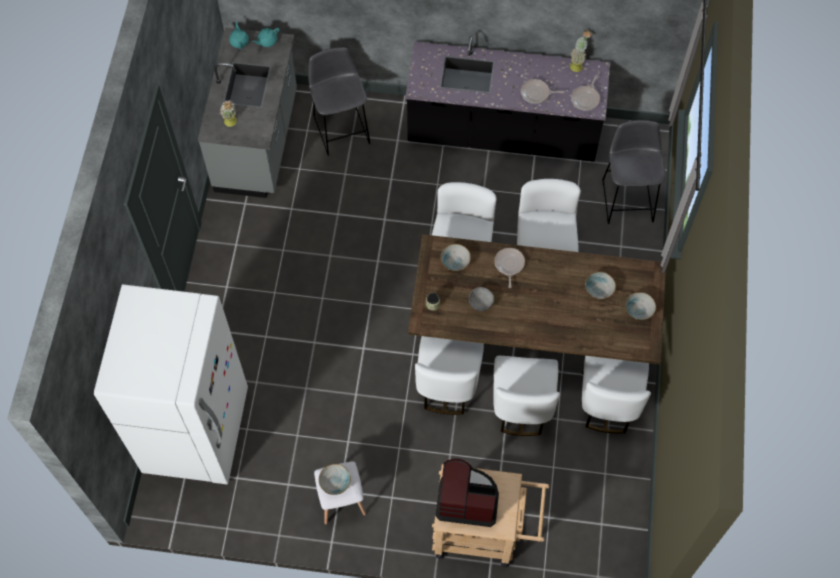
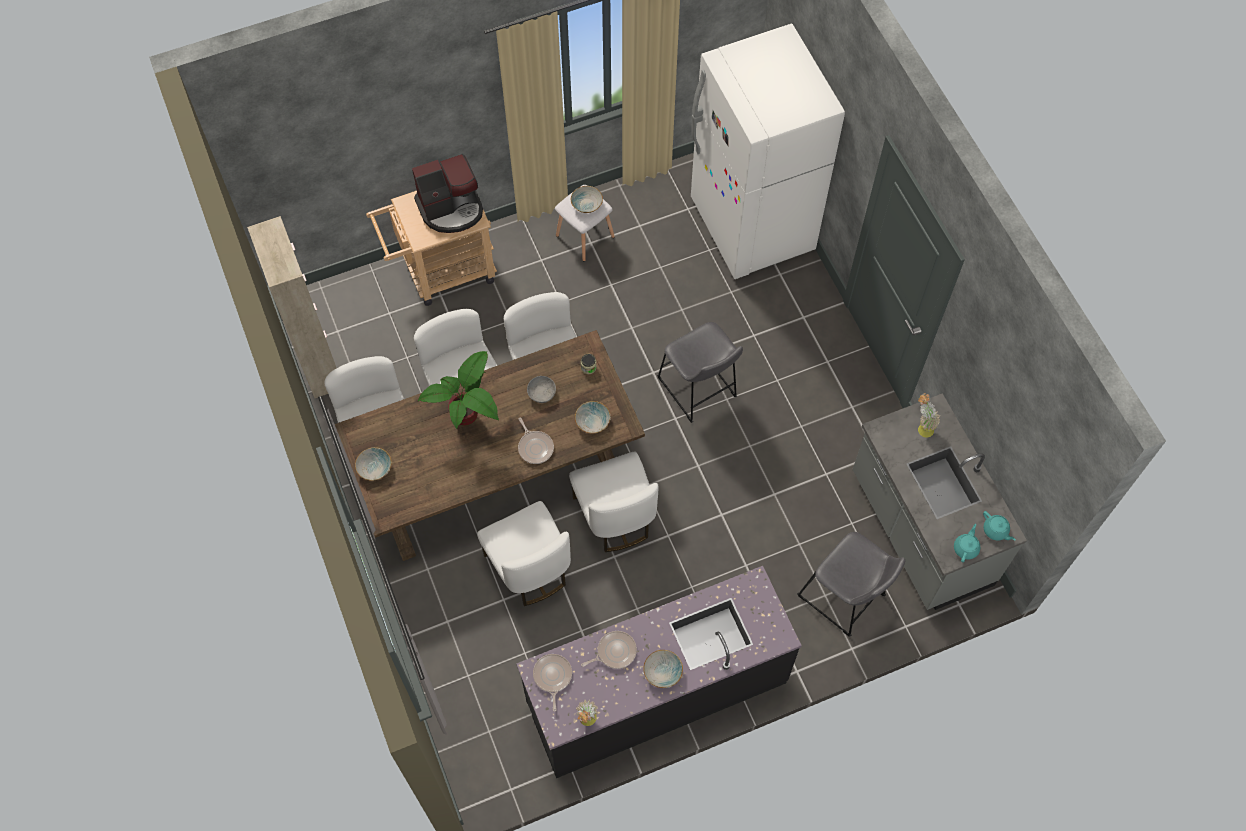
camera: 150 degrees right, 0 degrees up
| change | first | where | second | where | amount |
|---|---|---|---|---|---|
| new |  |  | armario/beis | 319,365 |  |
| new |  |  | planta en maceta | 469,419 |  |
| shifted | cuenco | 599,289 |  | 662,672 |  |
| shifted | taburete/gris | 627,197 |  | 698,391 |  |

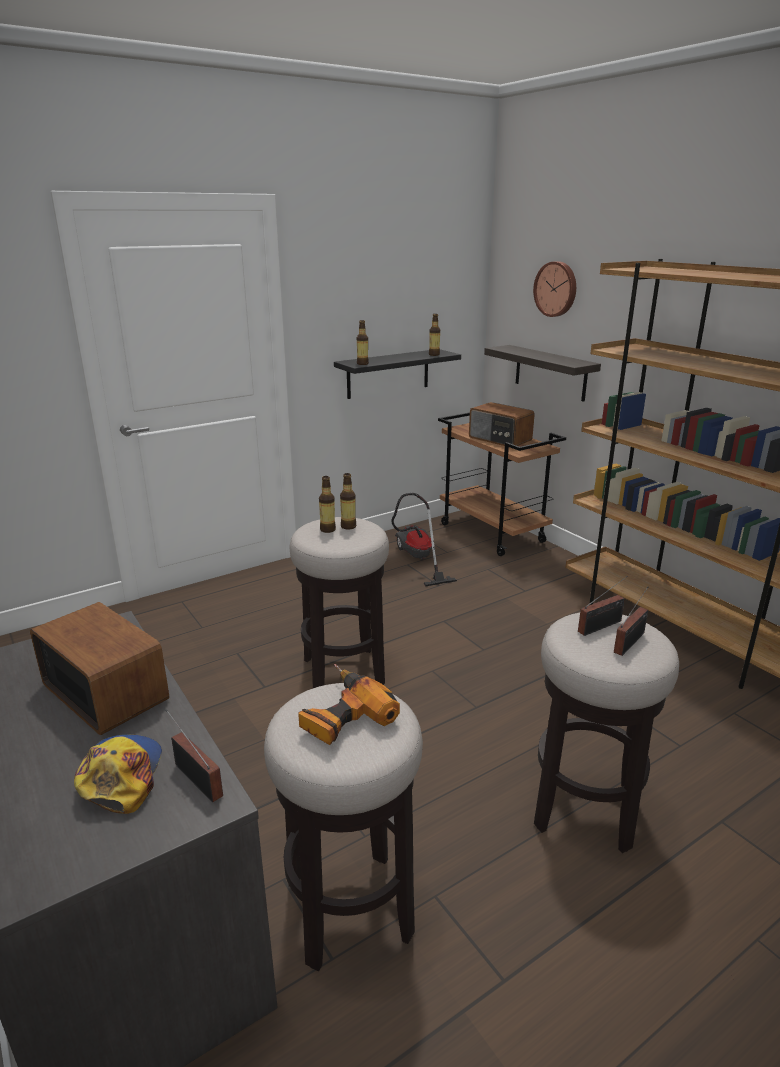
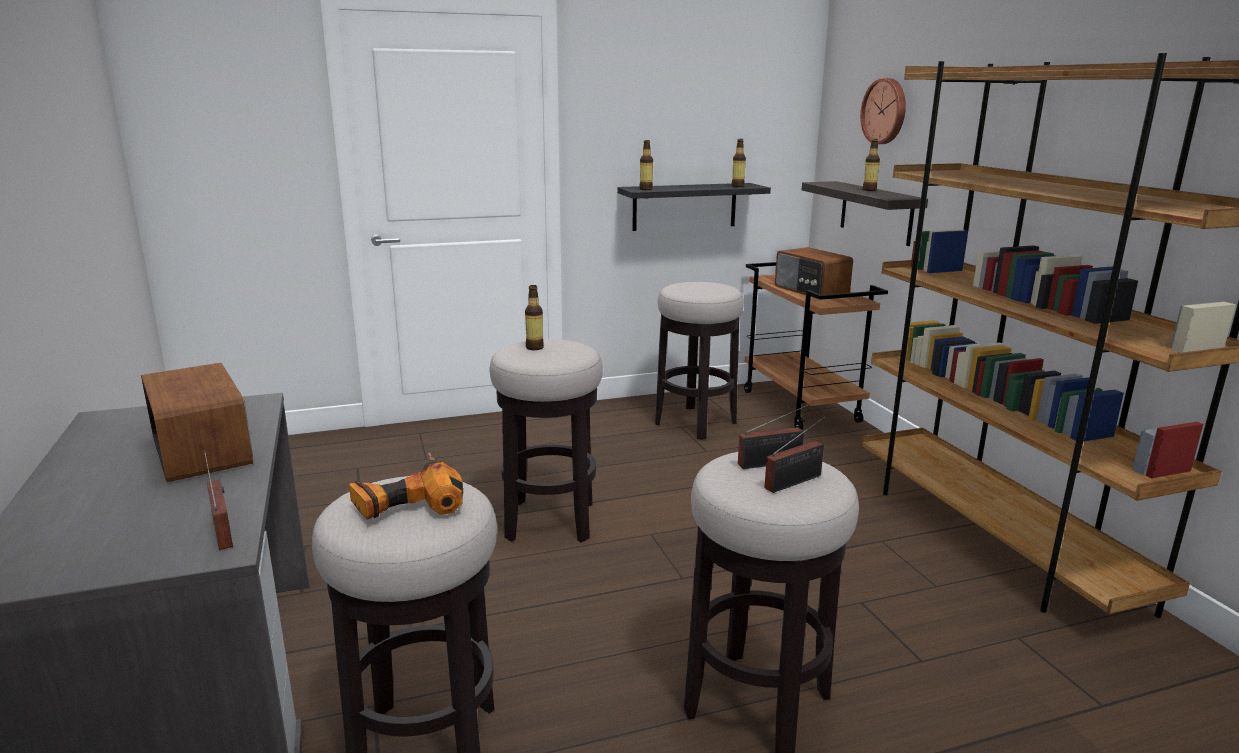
camera: 15 degrees right, 5 degrees down
| change | first | where | second | where | amount |
|---|---|---|---|---|---|
| gone | gorra | 120,776 |  |  |  |
| shifted | botella | 348,526 |  | 869,190 |  |
| swapped | aspiradora | 417,559 | taburete | 695,423 |  |

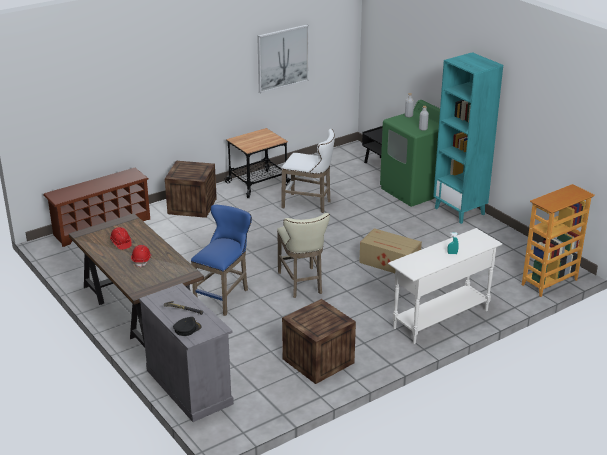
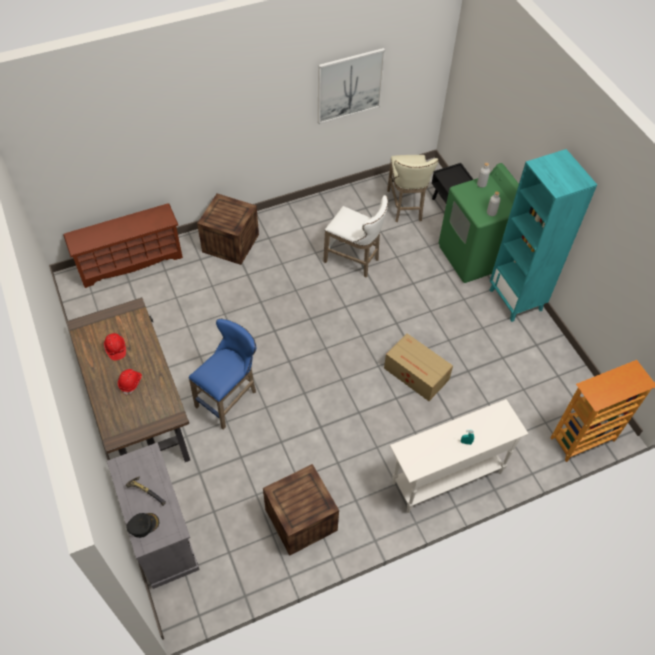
camera: 10 degrees right, 25 degrees up
| change | first | where | second | where | amount |
|---|---|---|---|---|---|
| gone | carrito | 257,183 |  |  |  |
| shifted | taburete/beis | 301,284 |  | 405,207 |  |

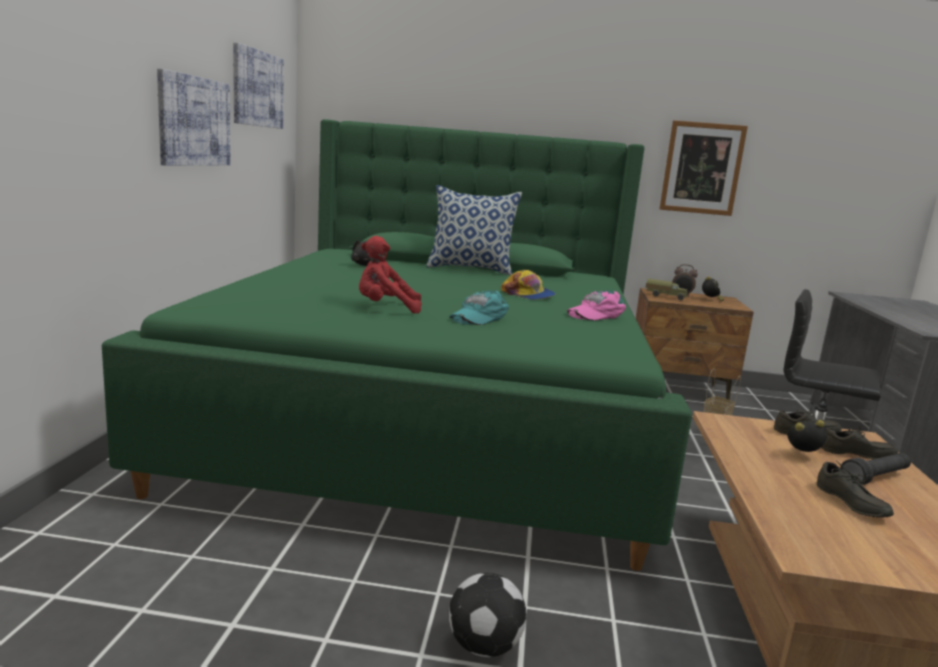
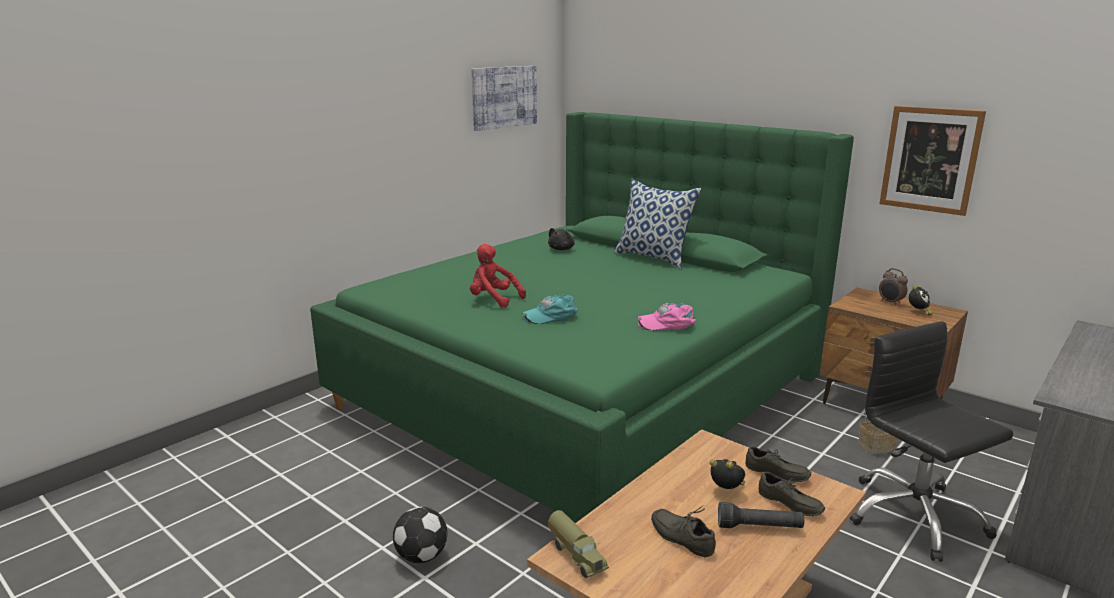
camera: 35 degrees right, 5 degrees up
| change | first | where | second | where | amount |
|---|---|---|---|---|---|
| gone | cuadro | 194,121 |  |  |  |
| gone | gorra | 528,295 |  |  |  |
| shifted | camión de juguete | 665,296 |  | 577,555 |  |
| rotated | zapato/gris | 849,503 |  | 683,537 | 120 degrees clockwise |

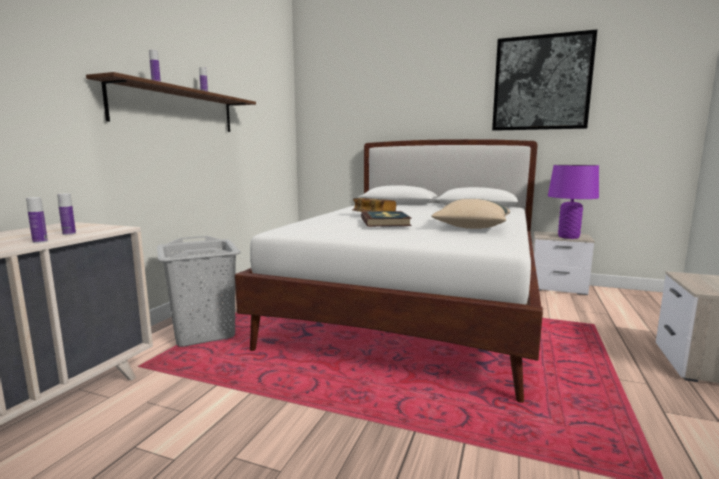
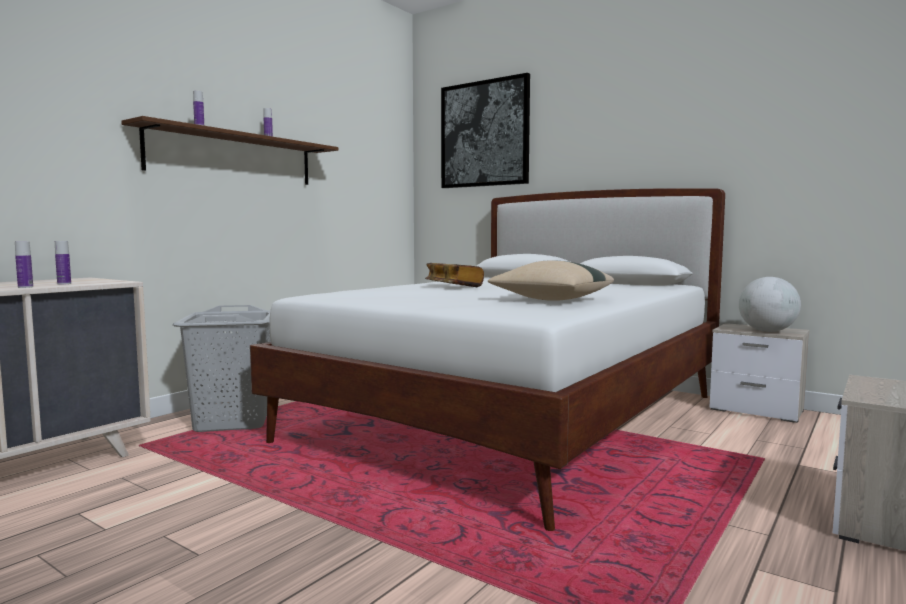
camera: 15 degrees right, 5 degrees down
| change | first | where | second | where | amount |
|---|---|---|---|---|---|
| gone | libro | 385,222 |  |  |  |
| shifted | cuadro | 541,83 |  | 484,134 |  |
| swapped | lámpara de mesa/morado | 568,237 | globo terráqueo | 767,331 |  |

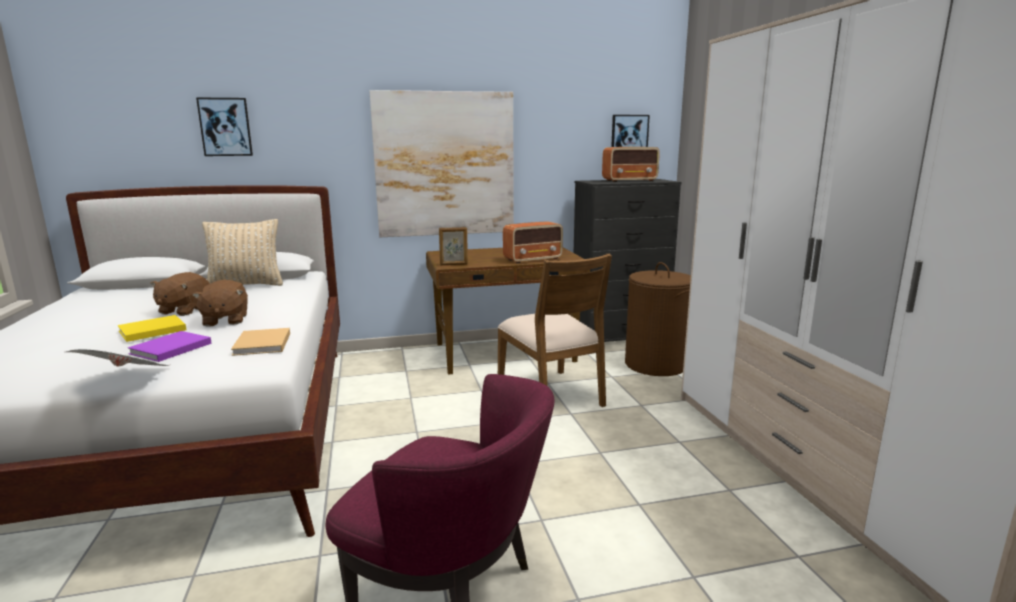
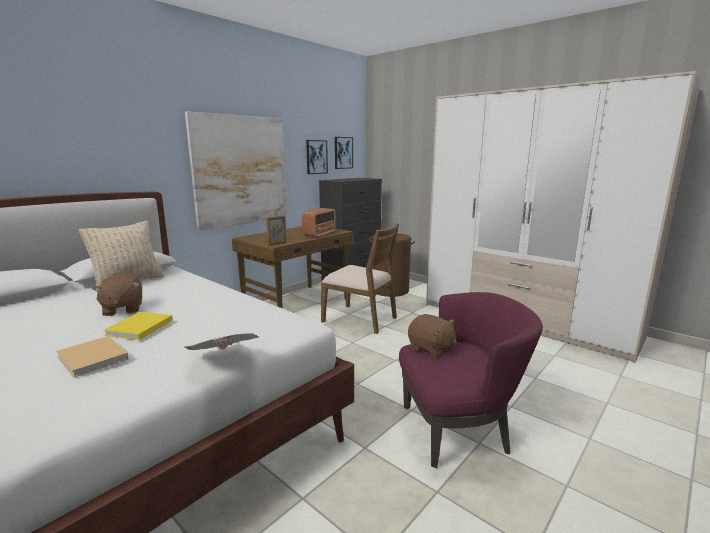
camera: 35 degrees left, 0 degrees up
| change | first | where | second | where | amount |
|---|---|---|---|---|---|
| gone | libro/morado | 169,349 |  |  |  |
| gone | radio | 630,180 |  |  |  |
| shifted | peluche/marrón | 225,320 |  | 431,348 |  |
| shifted | cuadro | 225,127 |  | 316,157 |  |
| shifted | libro/beis | 262,344 |  | 93,358 |  |

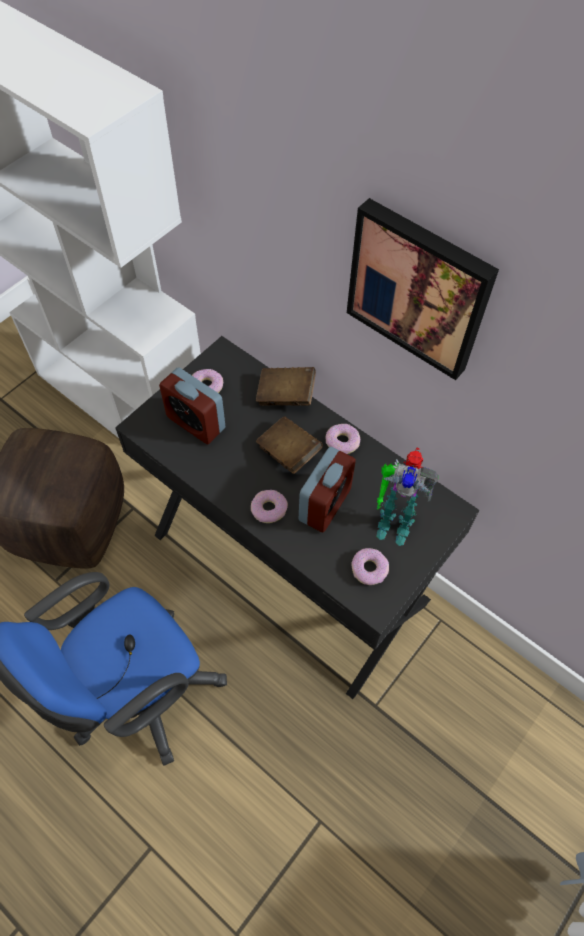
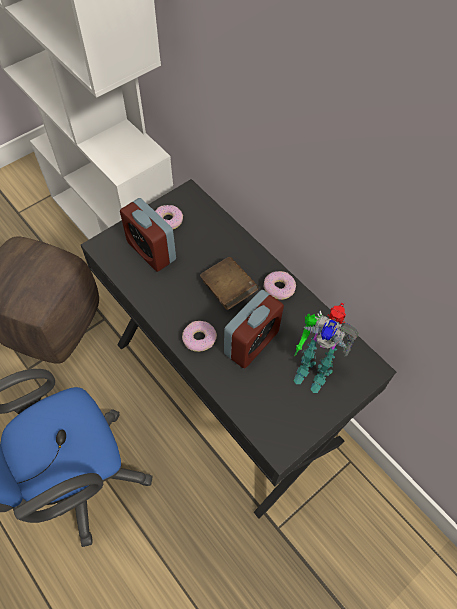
camera: 10 degrees right, 0 degrees up
| change | first | where | second | where | amount |
|---|---|---|---|---|---|
| gone | libro/marrón | 285,395 |  |  |  |
| gone | cuadro | 419,288 |  |  |  |
| gone | rosquilla | 369,569 |  |  |  |

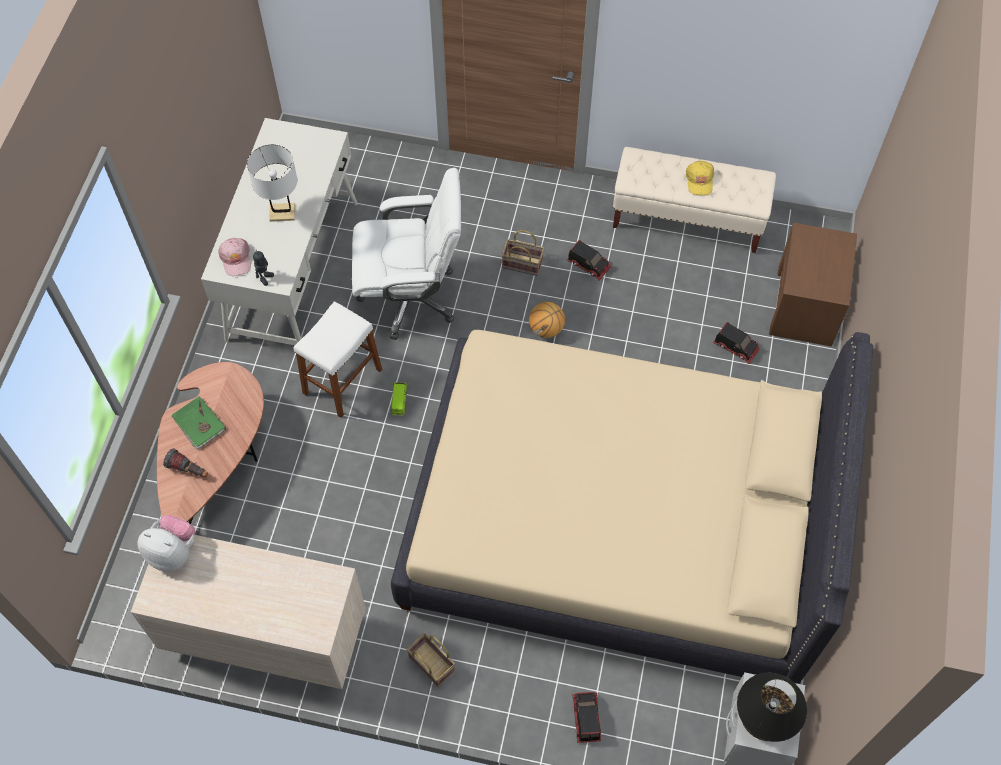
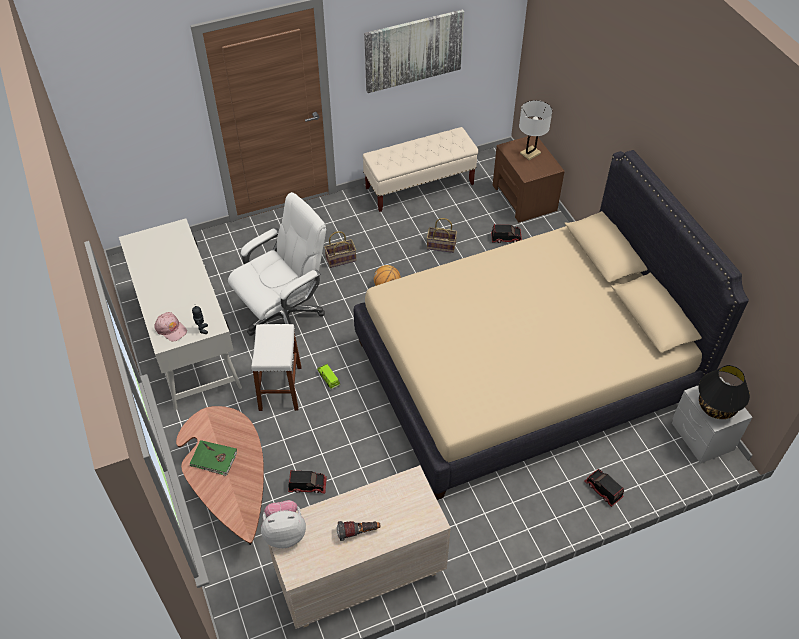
camera: 35 degrees left, 10 degrees down
| change | first | where | second | where | amount |
|---|---|---|---|---|---|
| gone | gorra/amarillo | 699,180 |  |  |  |
| new |  |  | cuadro | 413,50 |  |
| shifted | linterna | 189,470 |  | 359,532 |  |
| shifted | lámpara de mesa/blanco | 282,213 |  | 530,153 |  |
| shifted | cesta | 430,664 |  | 440,246 |  |
| shifted | camión de juguete | 588,264 |  | 307,485 |  |

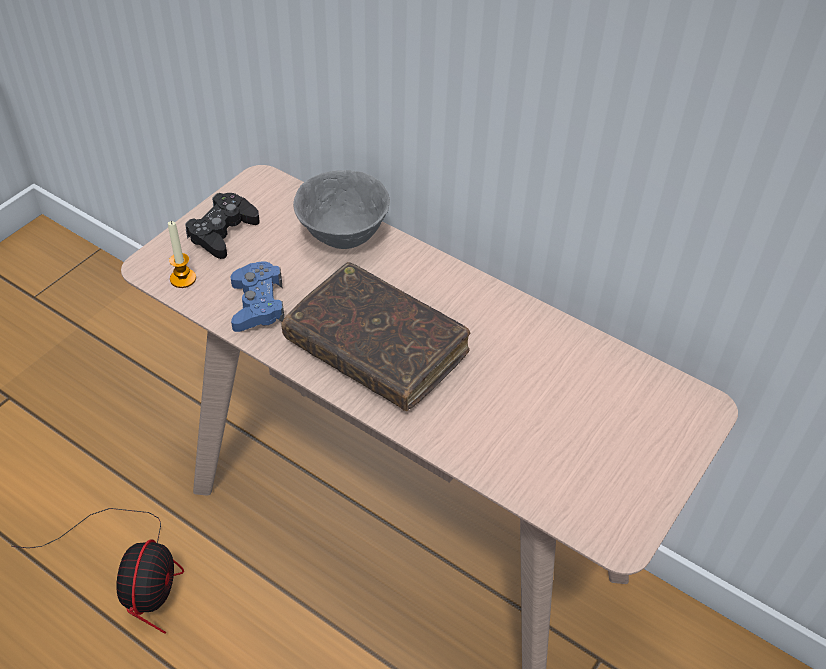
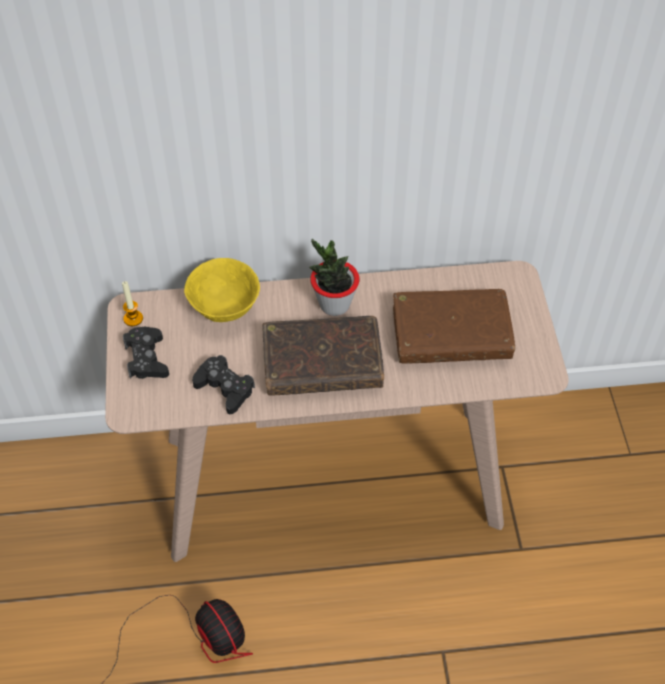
camera: 40 degrees left, 5 degrees up
| change | first | where | second | where | amount |
|---|---|---|---|---|---|
| new |  |  | planta en maceta | 334,304 |  |
| new |  |  | libro/marrón | 451,335 |  |
| shifted | vela | 183,279 |  | 133,318 |  |
| repainted | mando de consola/azul | 257,304 | mando de consola/negro | 225,388 |  |
| repainted | cuenco/gris | 342,237 | cuenco/amarillo | 225,310 |  |

